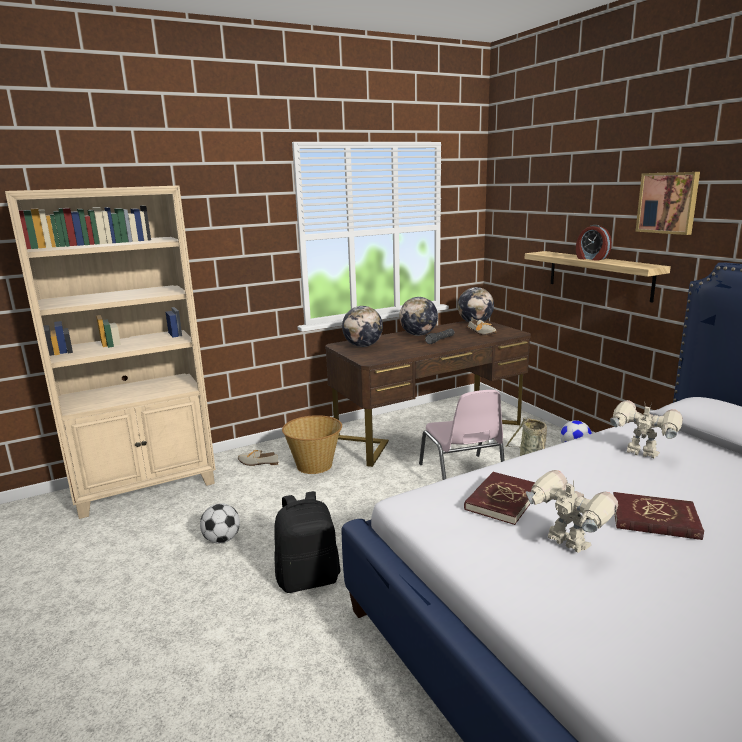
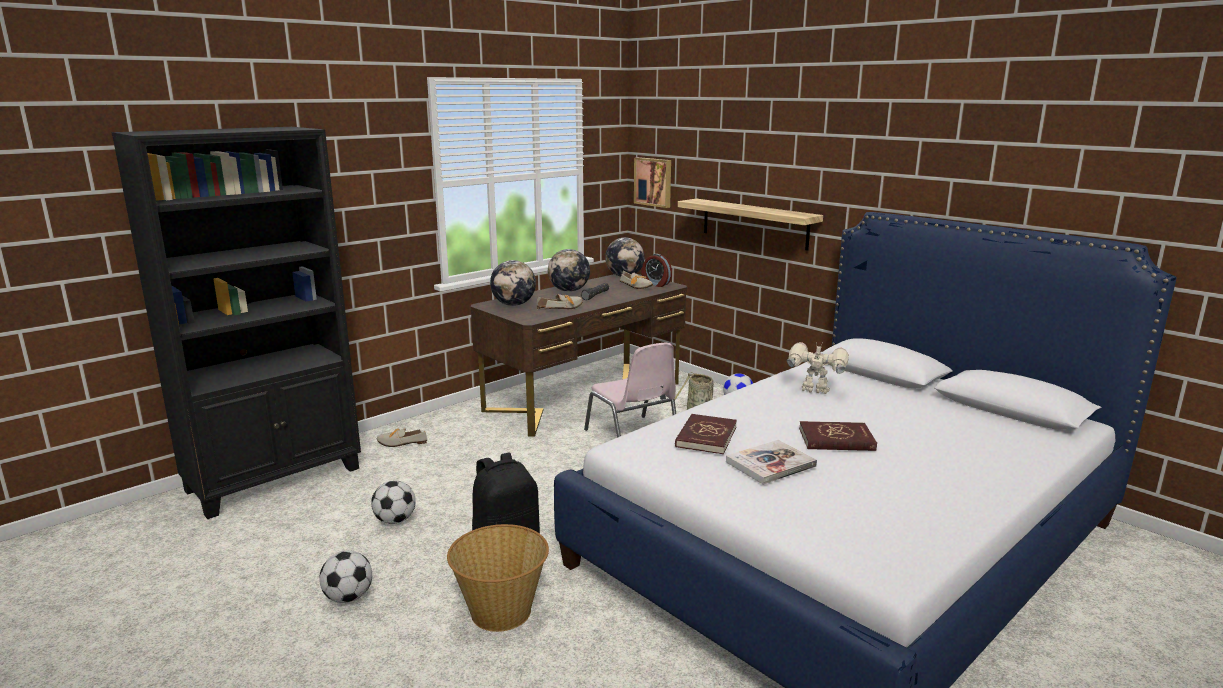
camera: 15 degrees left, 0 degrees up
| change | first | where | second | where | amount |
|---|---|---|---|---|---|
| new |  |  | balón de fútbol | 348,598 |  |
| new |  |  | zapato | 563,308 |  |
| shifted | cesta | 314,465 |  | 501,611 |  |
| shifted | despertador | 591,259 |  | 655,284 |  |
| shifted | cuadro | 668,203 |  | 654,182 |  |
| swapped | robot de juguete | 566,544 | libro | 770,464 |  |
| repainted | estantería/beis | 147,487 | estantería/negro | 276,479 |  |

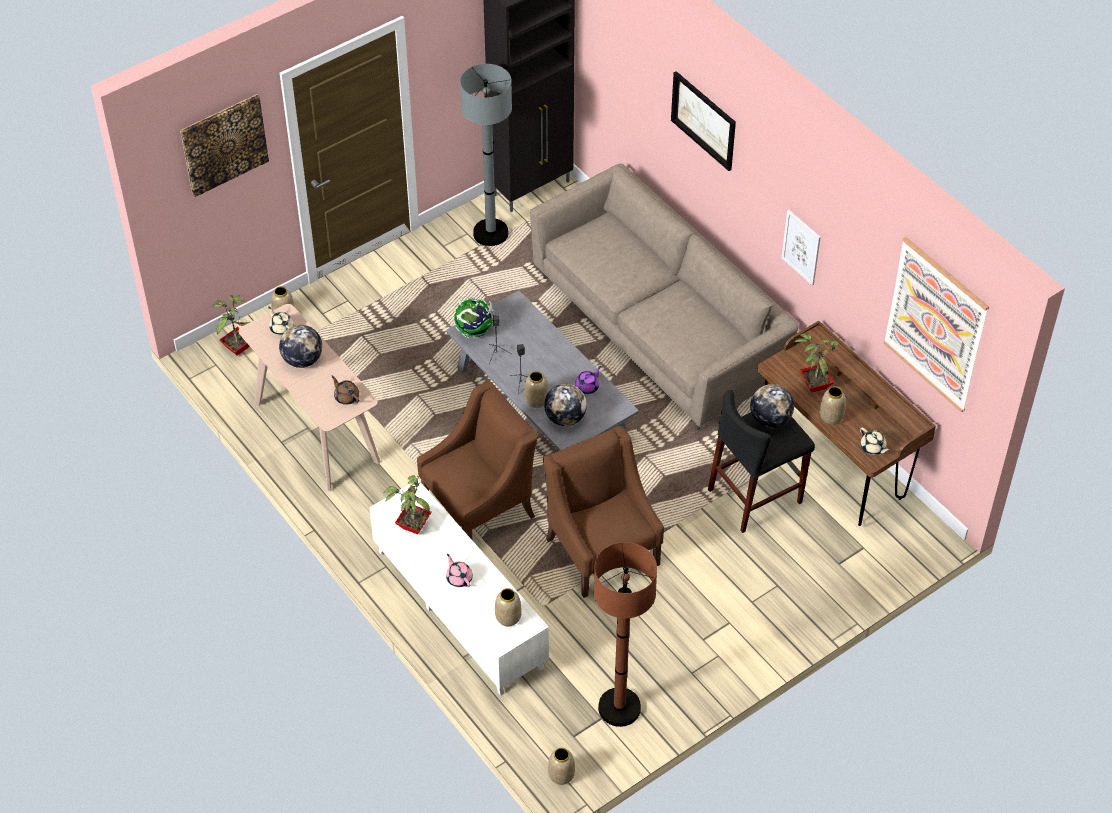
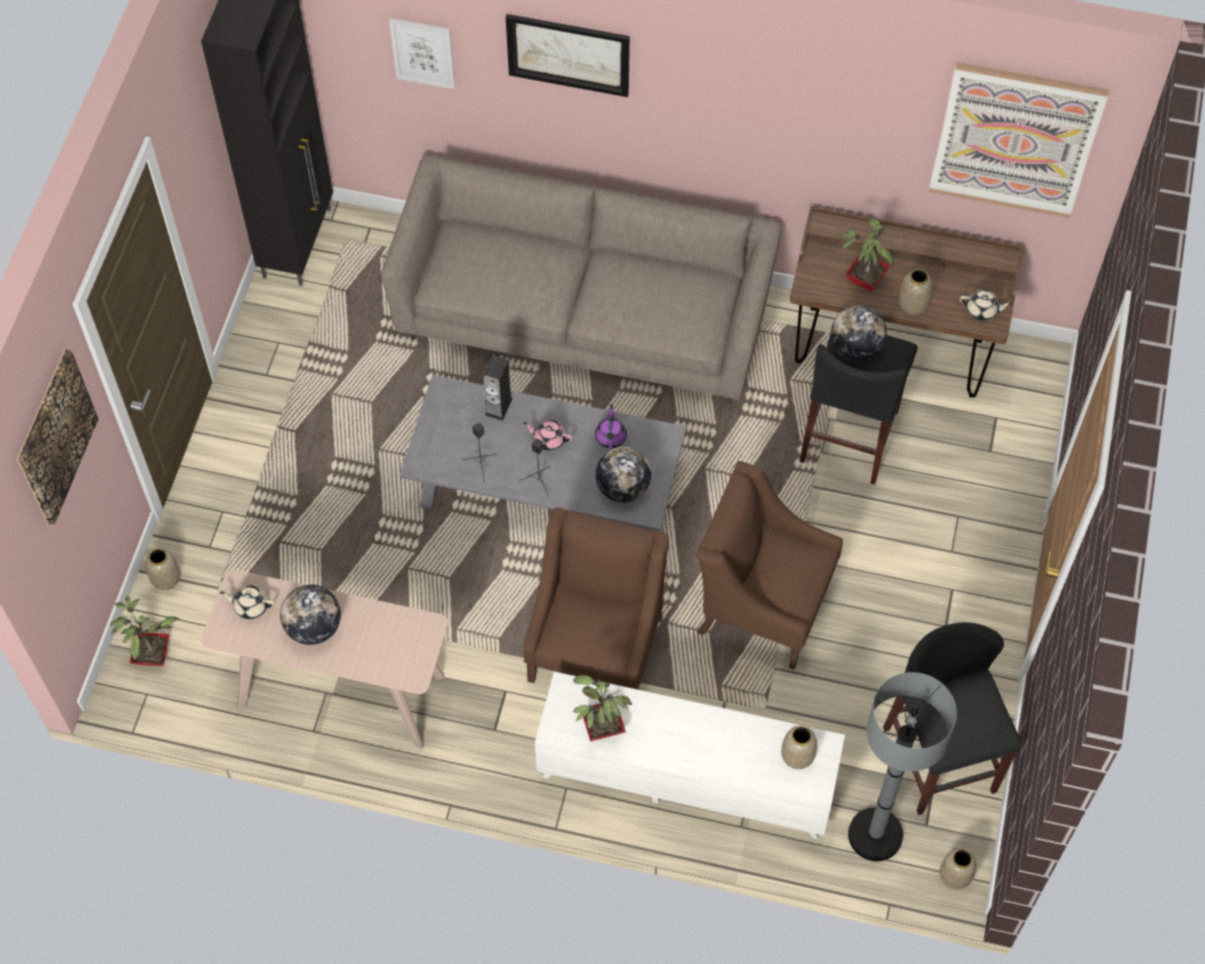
camera: 40 degrees left, 10 degrees up
| change | first | where | second | where | amount |
|---|---|---|---|---|---|
| gone | tetera/marrón | 346,397 |  |  |  |
| gone | globo terráqueo | 474,331 |  |  |  |
| gone | florero | 537,400 |  |  |  |
| new |  |  | altavoz | 498,406 |  |
| shifted | tetera/rosa | 459,578 |  | 549,439 |  |
| shifted | lámpara de pie/gris | 491,233 |  | 875,835 |  |
| shifted | cuadro | 801,247 |  | 423,53 |  |
| swapped | lámpara de pie/marrón | 619,708 | taburete/negro | 939,760 |  |

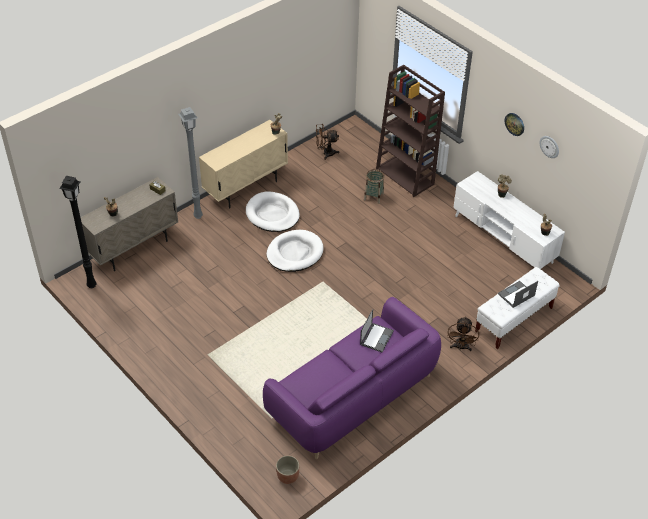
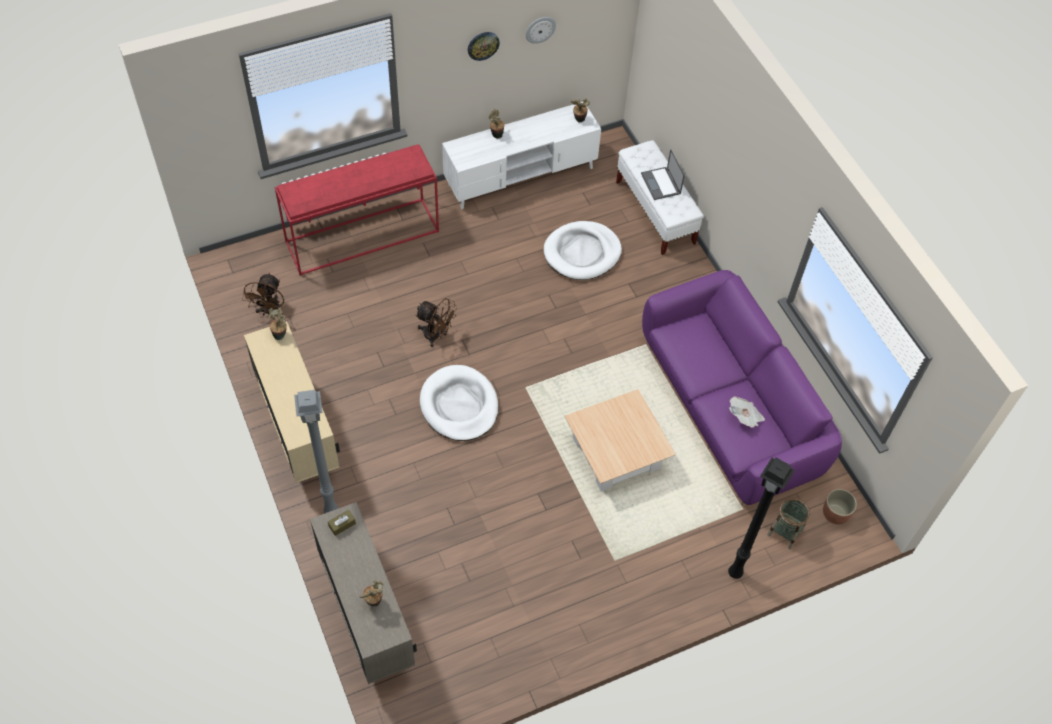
camera: 75 degrees left, 10 degrees up
| change | first | where | second | where | amount |
|---|---|---|---|---|---|
| gone | portátil | 376,337 |  |  |  |
| new |  |  | mesa de centro/beis | 616,453 |  |
| new |  |  | periódico | 745,417 |  |
| shifted | lámpara de pie/negro | 91,285 |  | 735,574 |  |
| shifted | cama para perro/blanco | 272,214 |  | 582,253 |  |
| shifted | cesta | 373,196 |  | 785,532 |  |
| shifted | ventilador/marrón | 460,347 |  | 436,335 |  |
| swapped | estantería/marrón | 405,176 | mesa consola/rojo | 363,236 |  |

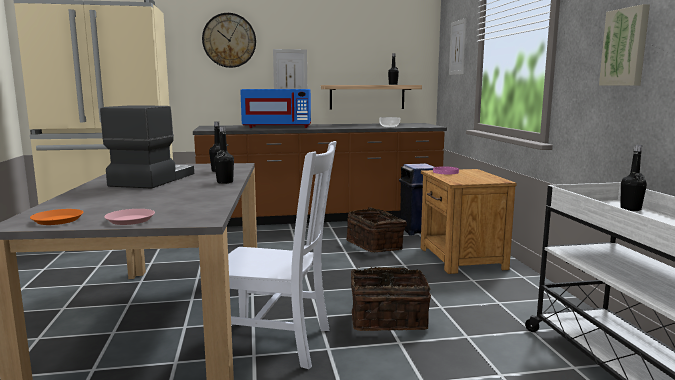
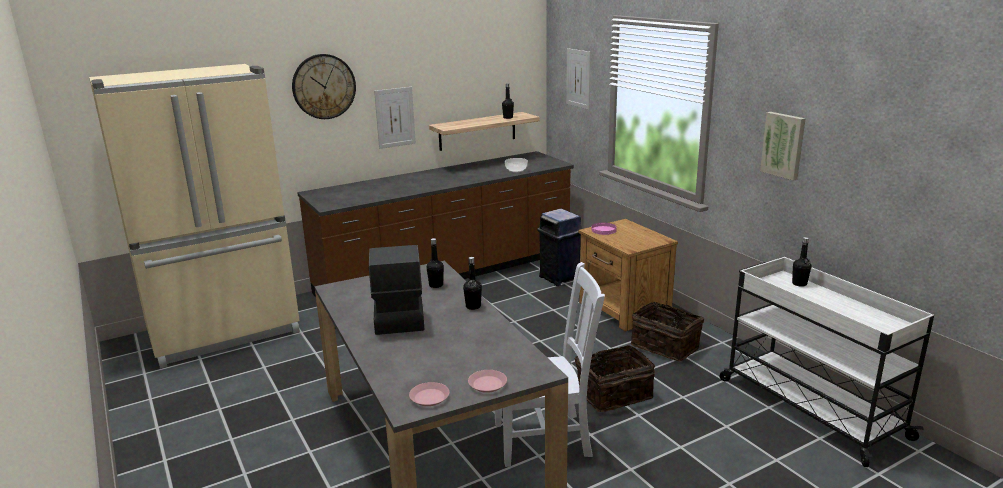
camera: 20 degrees left, 10 degrees up
| change | first | where | second | where | amount |
|---|---|---|---|---|---|
| gone | microondas/azul | 278,127 |  |  |  |
| shifted | cesta | 375,245 |  | 666,346 |  |
| repainted | plato/naranja | 57,220 | plato/rosa | 429,397 |  |

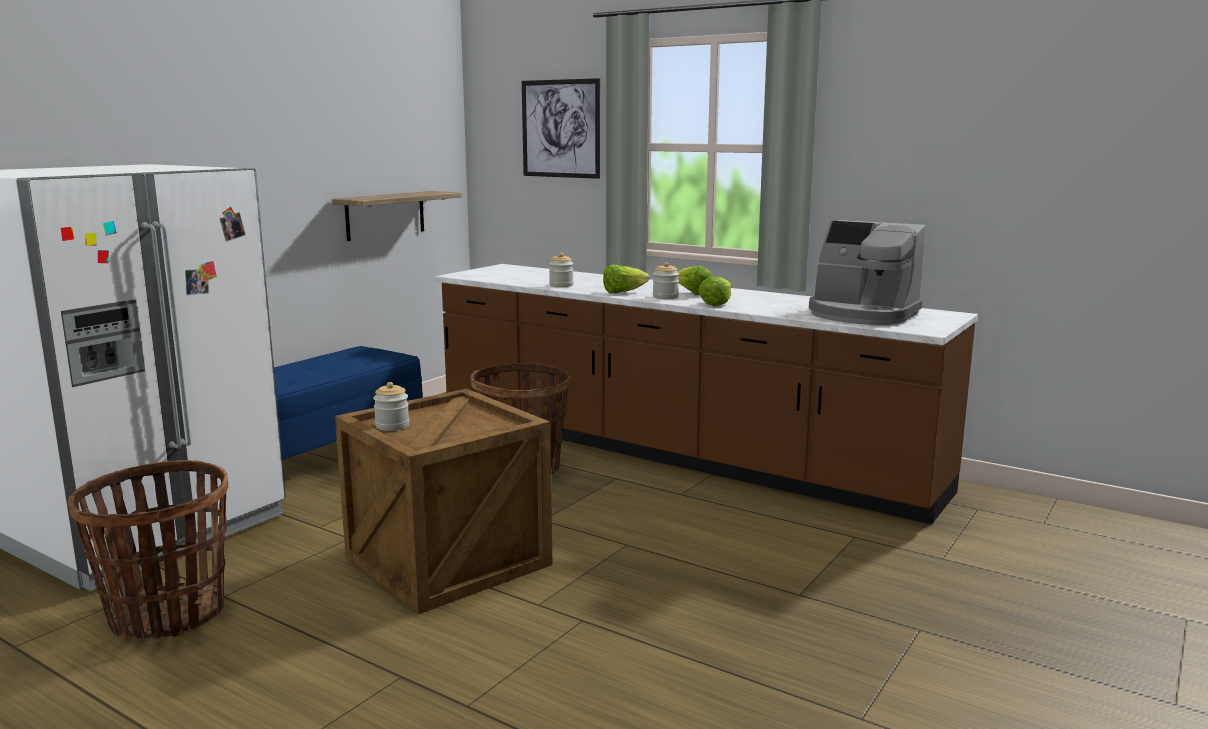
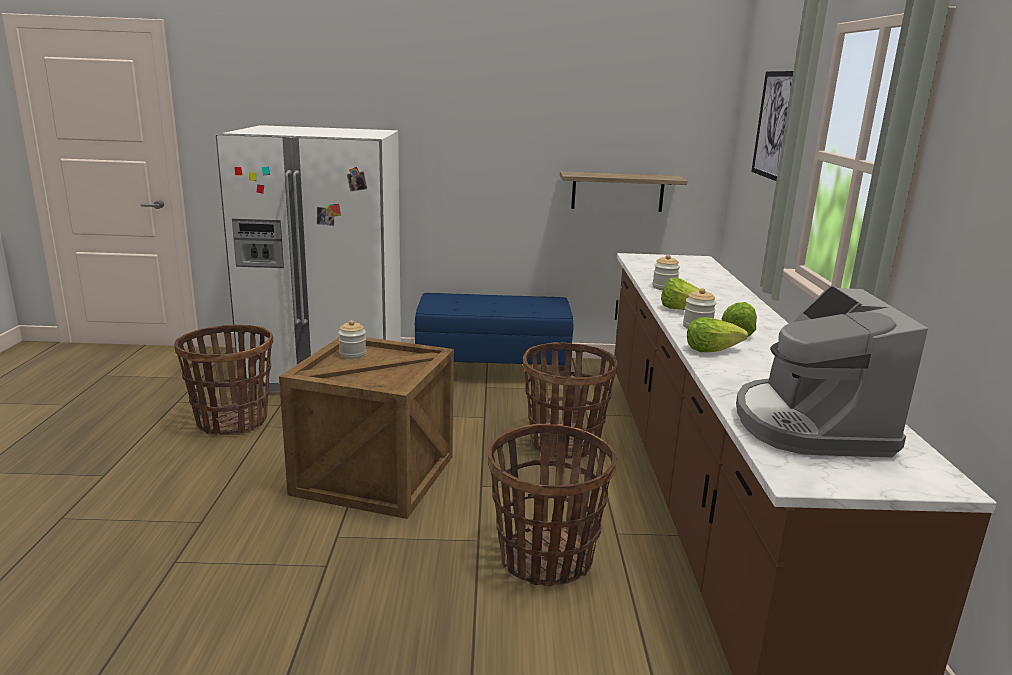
camera: 55 degrees right, 5 degrees up
| change | first | where | second | where | amount |
|---|---|---|---|---|---|
| new |  |  | cesta | 545,559 |  |

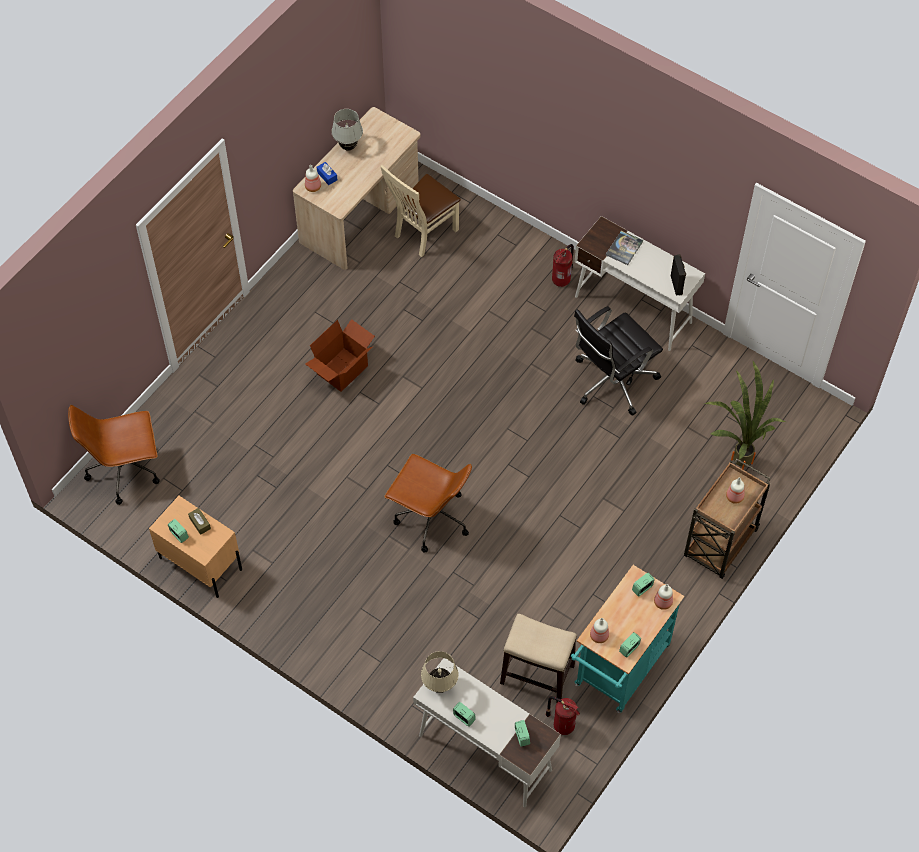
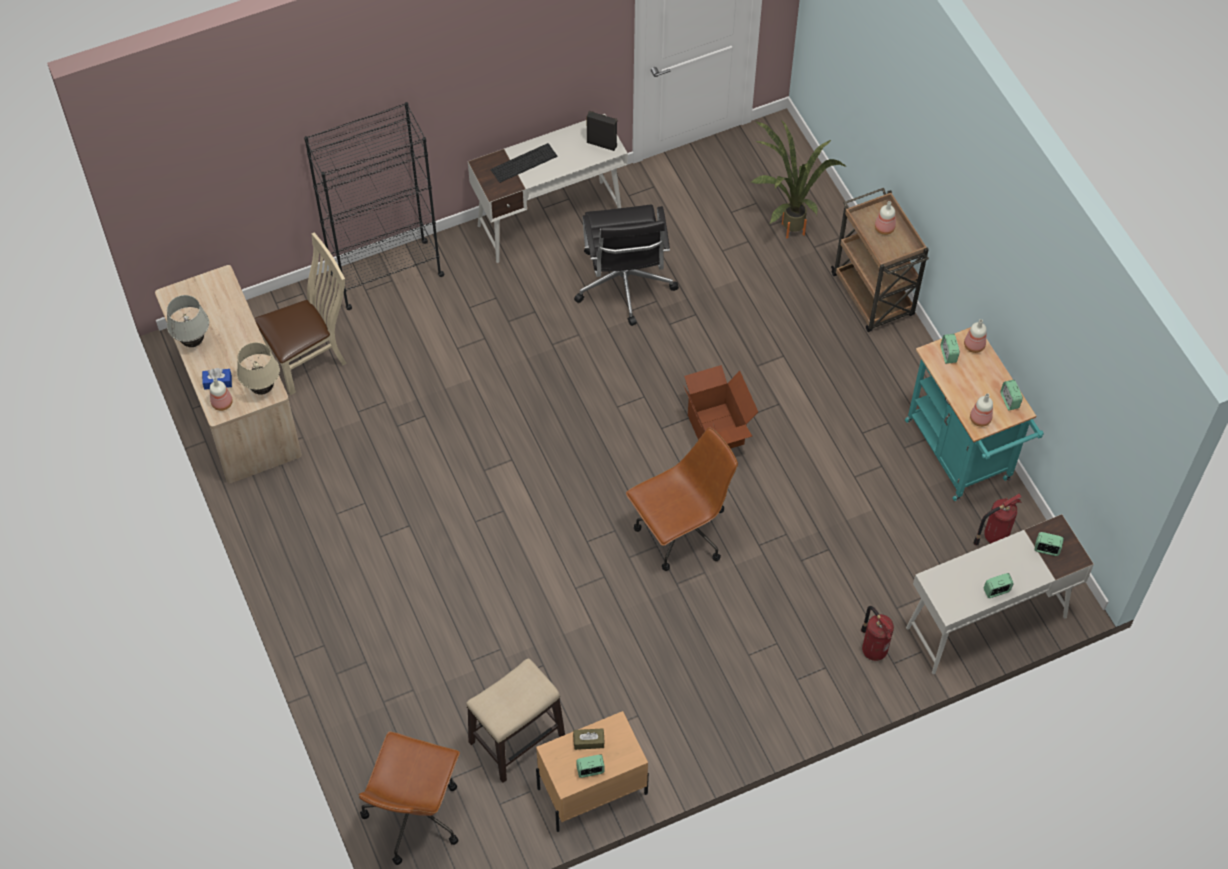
camera: 60 degrees left, 0 degrees up
| change | first | where | second | where | amount |
|---|---|---|---|---|---|
| new |  |  | estantería/negro | 386,275 |  |
| shifted | caja de cartón | 343,370 |  | 717,429 |  |
| shifted | lámpara de mesa/beis | 439,686 |  | 262,389 |  |
| shifted | taburete | 538,674 |  | 517,738 |  |
| shifted | extintor | 562,279 |  | 873,648 |  |
| swapped | libro | 624,248 | teclado | 524,163 |  |
| rotated | silla/beis | 422,234 |  | 311,358 | 105 degrees counterclockwise |

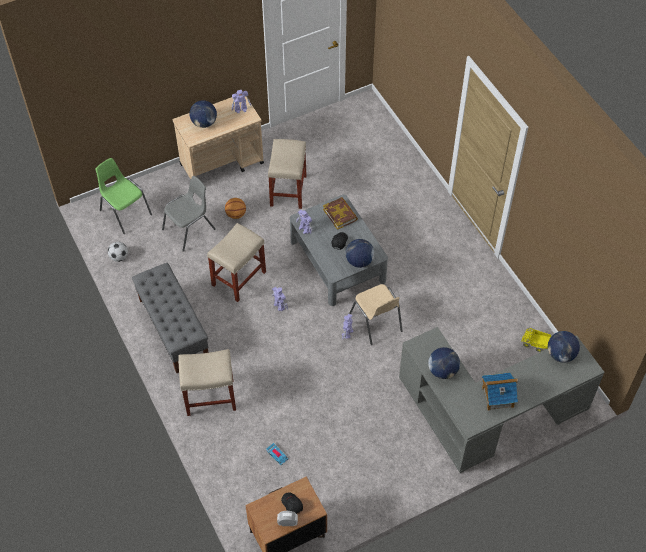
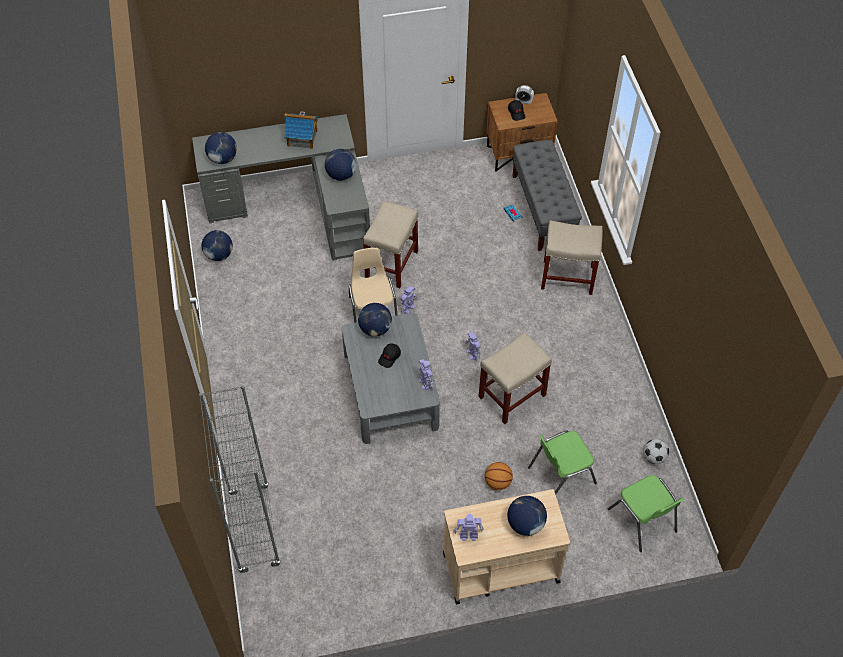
camera: 165 degrees left, 0 degrees up
| change | first | where | second | where | amount |
|---|---|---|---|---|---|
| gone | libro | 340,214 |  |  |  |
| new |  |  | estantería/gris | 254,529 |  |
| shifted | banco/gris | 173,329 |  | 543,210 |  |
| shifted | taburete/beis | 288,191 |  | 391,263 |  |
| swapped | camión de juguete | 535,344 | globo terráqueo | 219,255 |  |
| repainted | silla/gris | 190,229 | silla/verde | 560,475 |  |

